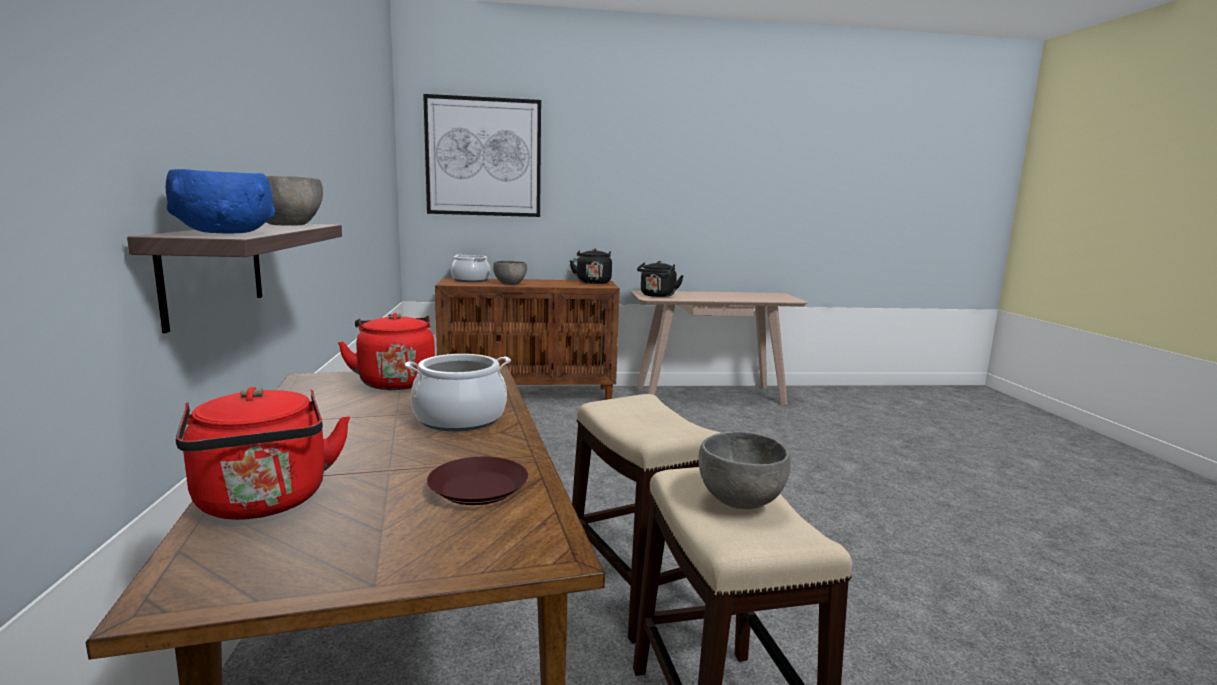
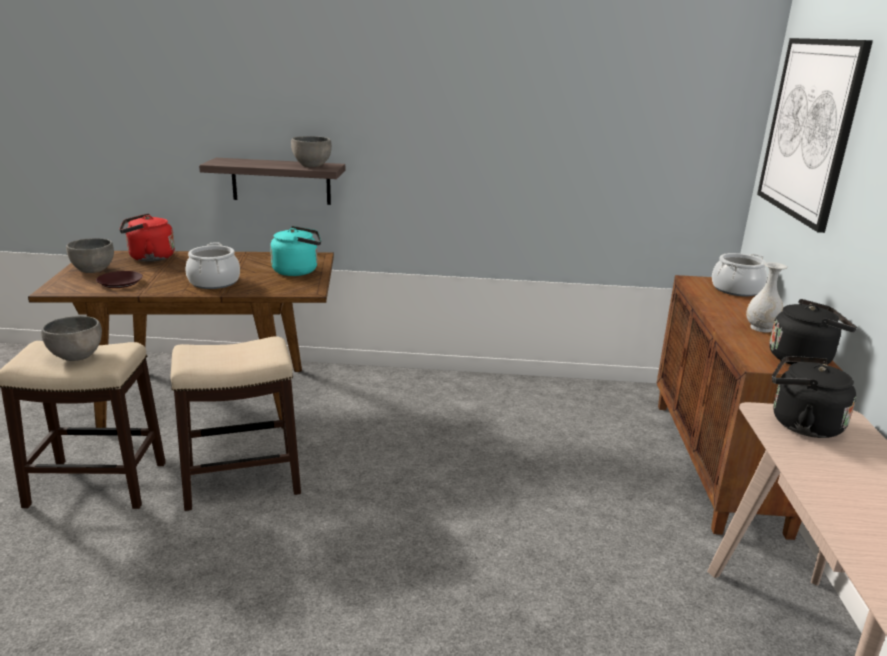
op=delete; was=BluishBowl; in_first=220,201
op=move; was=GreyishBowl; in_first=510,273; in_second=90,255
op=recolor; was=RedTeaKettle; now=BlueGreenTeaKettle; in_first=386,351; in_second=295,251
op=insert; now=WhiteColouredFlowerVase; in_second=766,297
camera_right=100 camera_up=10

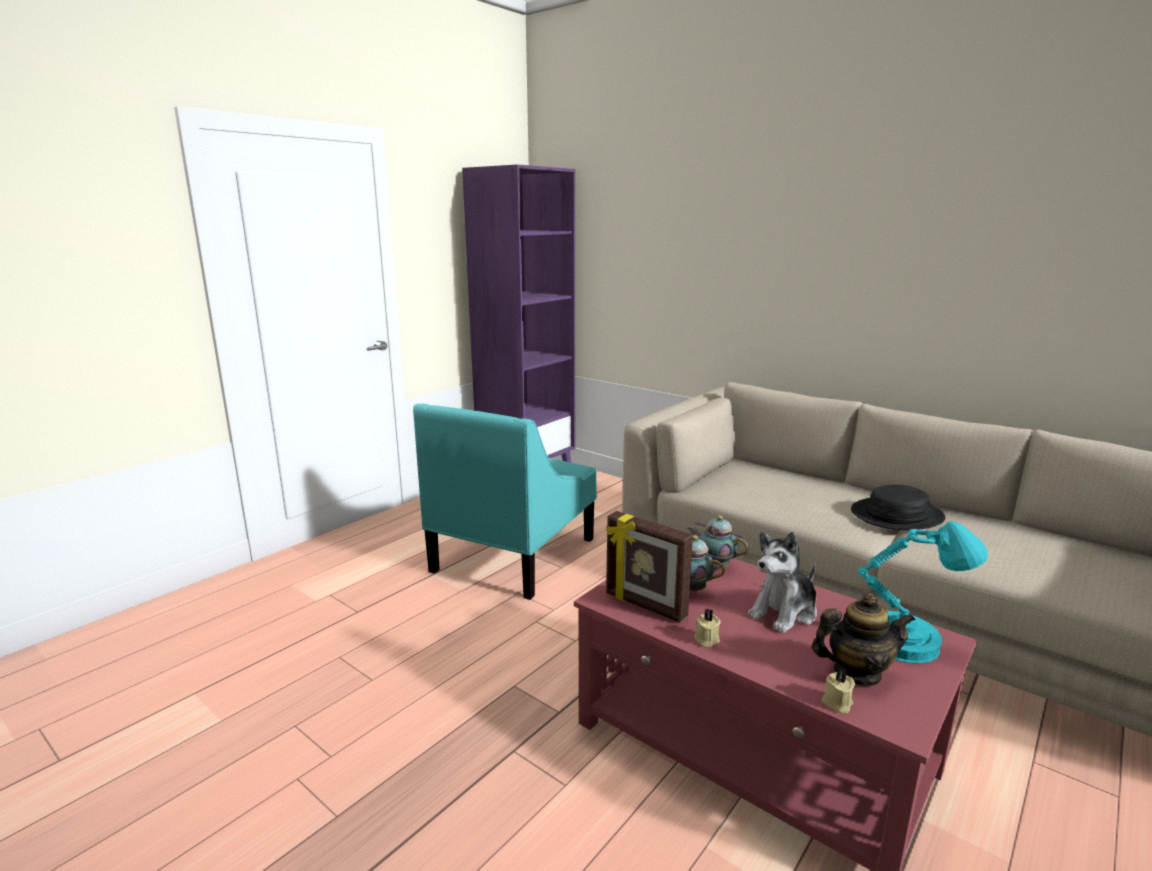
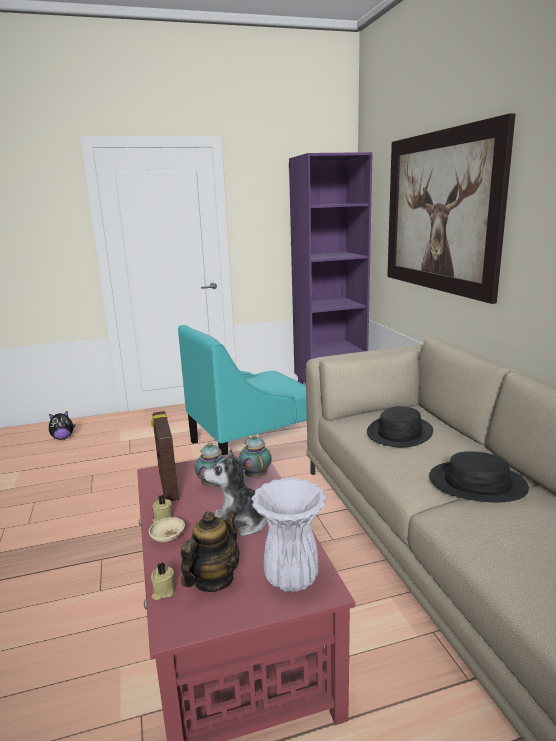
op=replace; was=BlueGreenTabletopLamp; now=WhiteColouredFlowerVase; in_first=923,592; in_second=289,535
op=rotate; was=Teapot; in_first=863,639; in_second=210,551; clockwise=-90
op=insert; now=Picture; in_second=451,208
op=insert; now=BlackWearableHat; in_second=400,426
op=insert; now=PlushToy; in_second=62,425
op=insert; now=BeigeColouredBowl; in_second=166,529
camera_right=35 camera_up=0

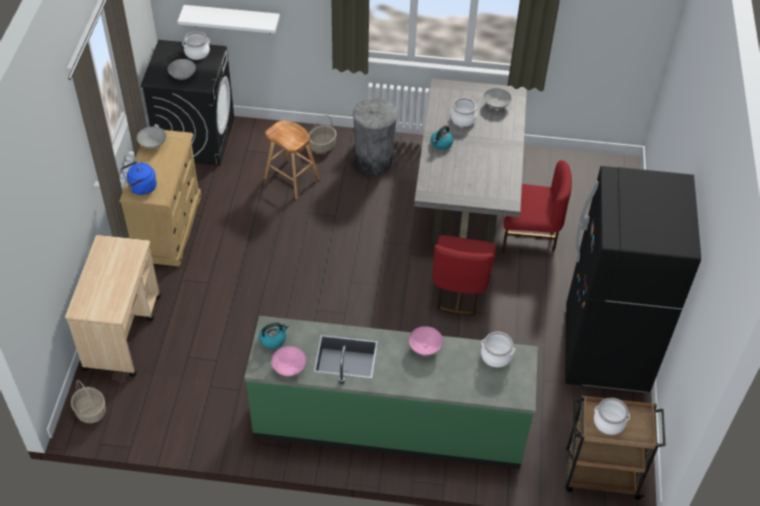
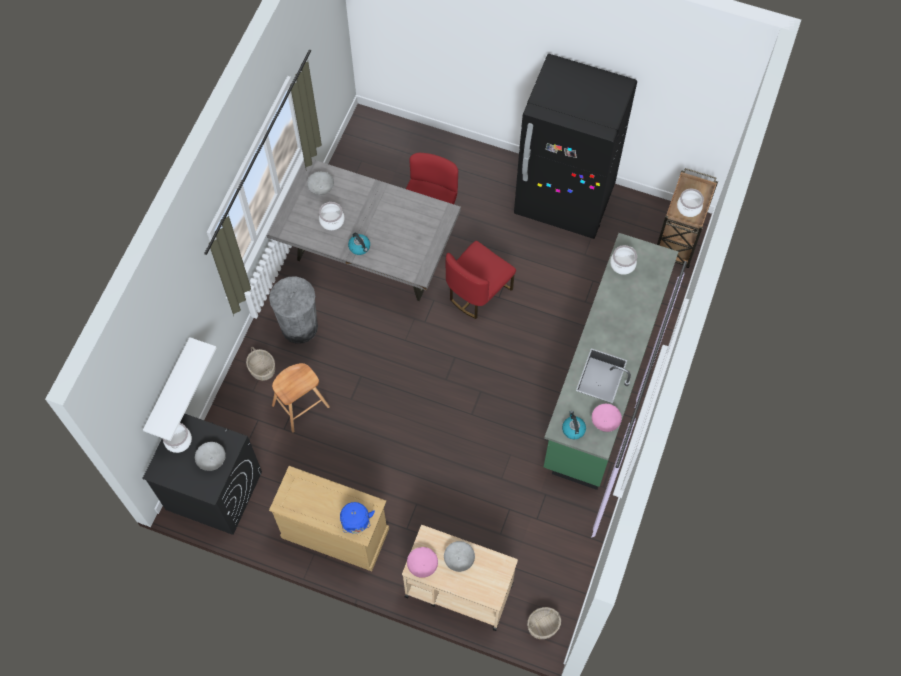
op=move; was=GreyishBowl; in_first=151,137; in_second=459,556
op=rotate; was=RedUprightChair; in_first=464,275; in_second=481,280; clockwise=105
op=move; was=PinkBowl; in_first=426,340; in_second=422,562
camera_right=-75 camera_up=15

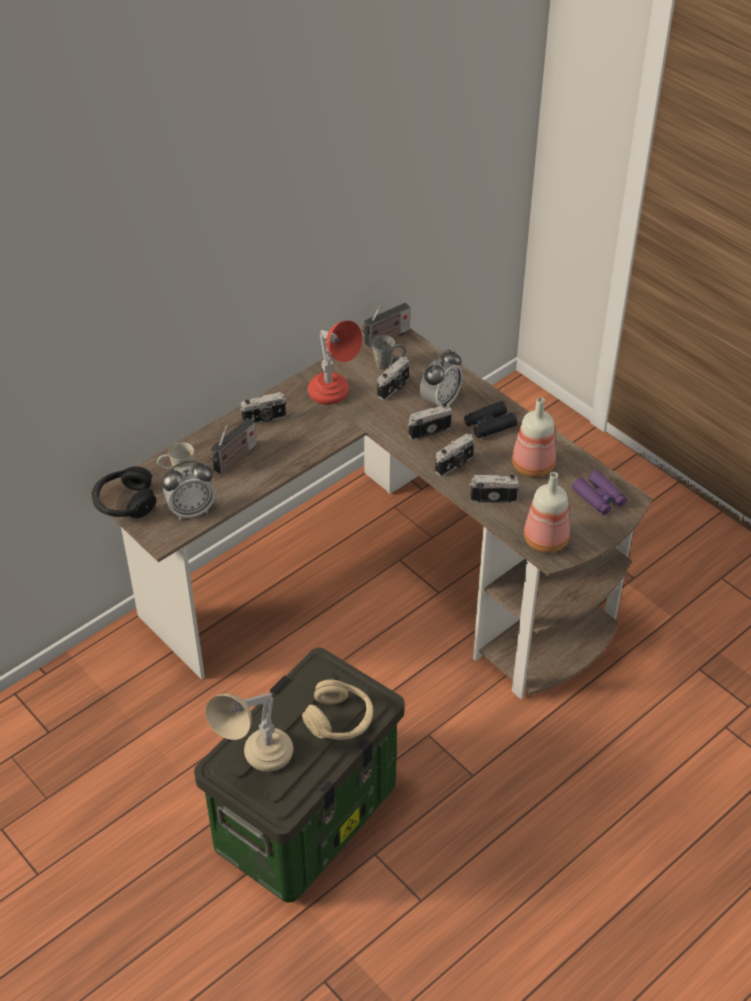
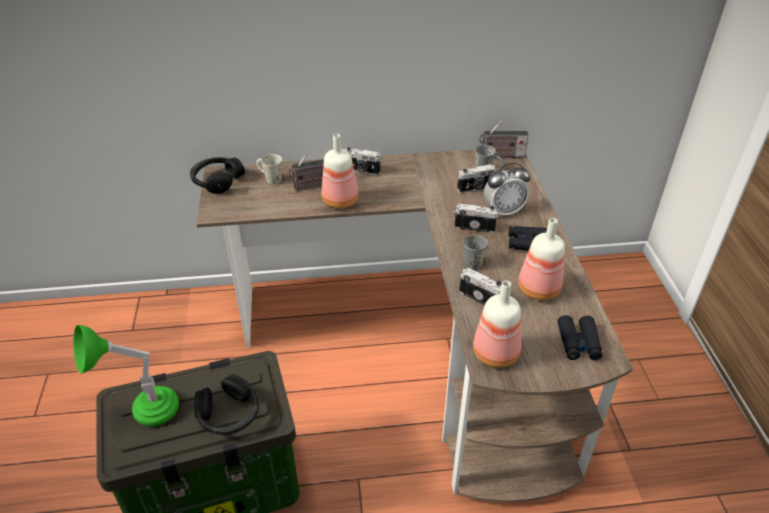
op=delete; was=RedTabletopLamp; in_first=335,362
op=replace; was=StillCamera; now=GreyishCoffeeMug; in_first=454,455; in_second=475,251
op=delete; was=AlarmClock; in_first=188,490
op=recolor; was=PurpleColouredPairOfBinoculars; now=BlackPairOfBinoculars; in_first=599,492; in_second=580,337
op=recolor; was=BeigeColouredPairOfHeadphones; now=BlackPairOfHeadphones; in_first=337,710; in_second=226,404
op=recolor; was=BeigeColouredTabletopLamp; now=GreenishTabletopLamp; in_first=249,732; in_second=126,376
op=insert; now=BeverageBottle; in_second=340,171
camera_right=35 camera_up=-5

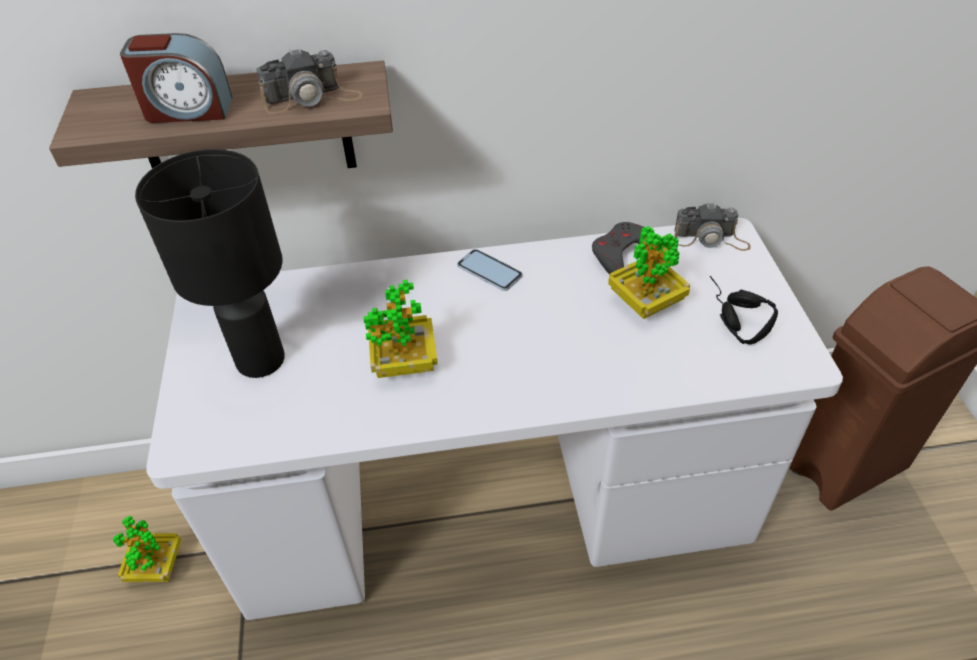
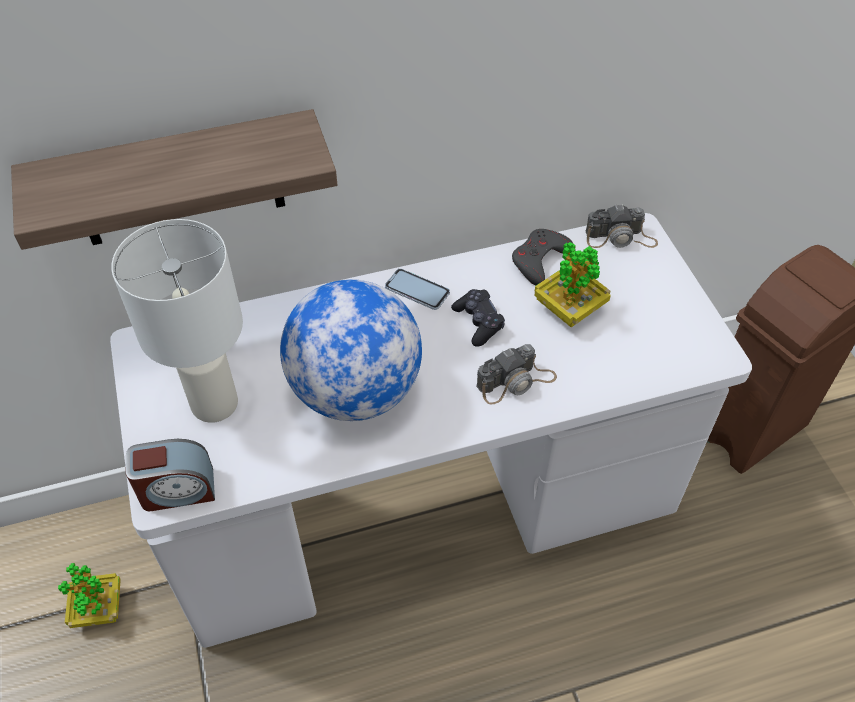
op=move; was=AlarmClock; in_first=176,78; in_second=170,475
op=move; was=StillCamera; in_first=310,80; in_second=516,374
op=recolor; was=BlackTabletopLamp; now=WhiteColouredTabletopLamp; in_first=210,263; in_second=177,321
op=delete; was=BlackPairOfHeadphones; in_first=744,310
op=replace; was=PlantInAPot; now=Globe; in_first=400,328; in_second=351,350
op=insert; now=BlackGameController; in_second=478,318
camera_right=-10 camera_up=5

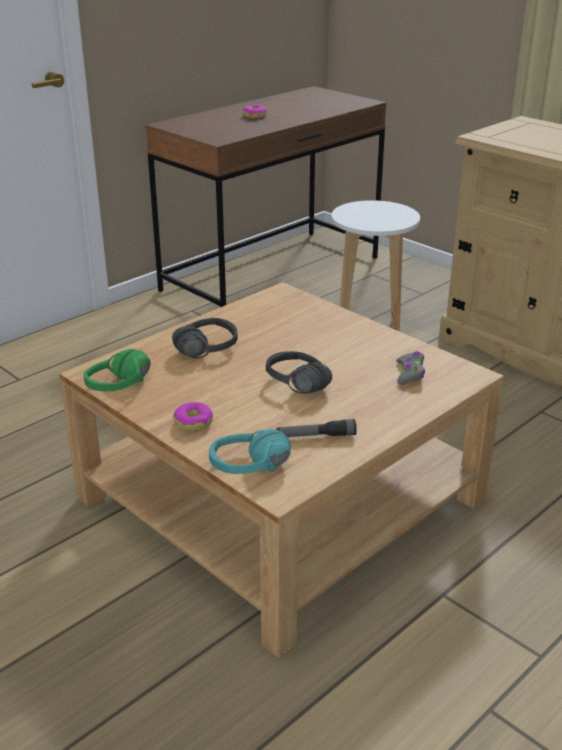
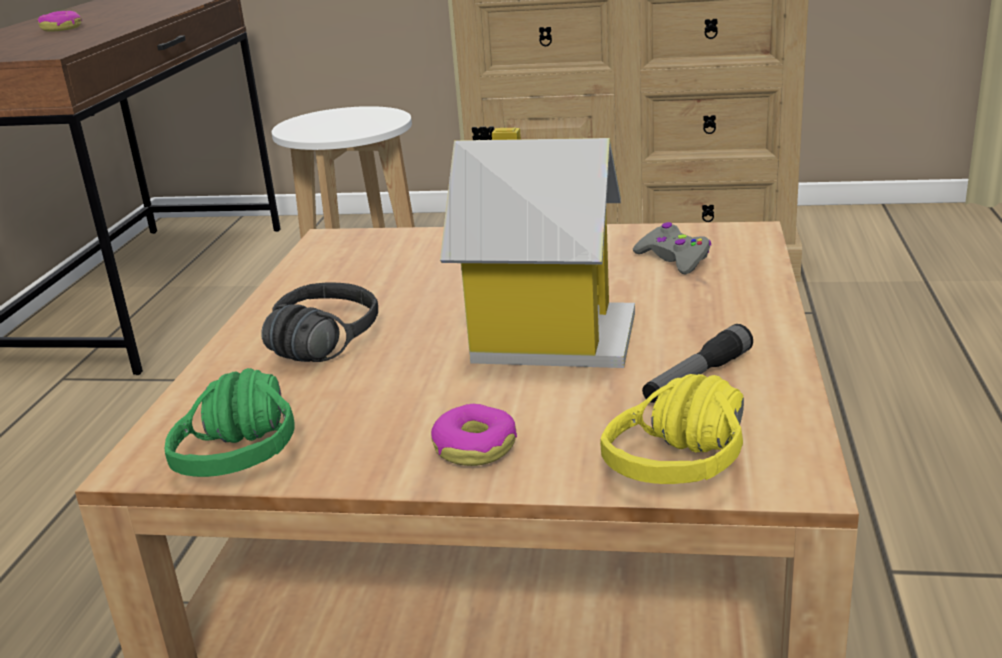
op=replace; was=BlackPairOfHeadphones; now=ToyHouse; in_first=299,372; in_second=537,248
op=recolor; was=BlueGreenPairOfHeadphones; now=YellowColouredPairOfHeadphones; in_first=250,451; in_second=672,429
camera_right=-35 camera_up=-5

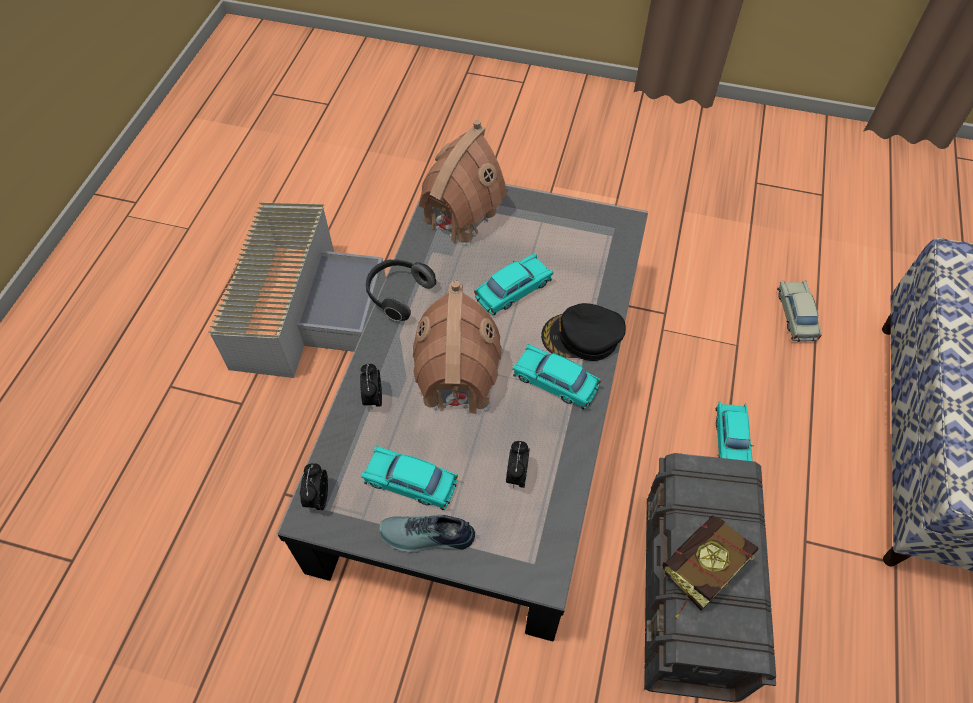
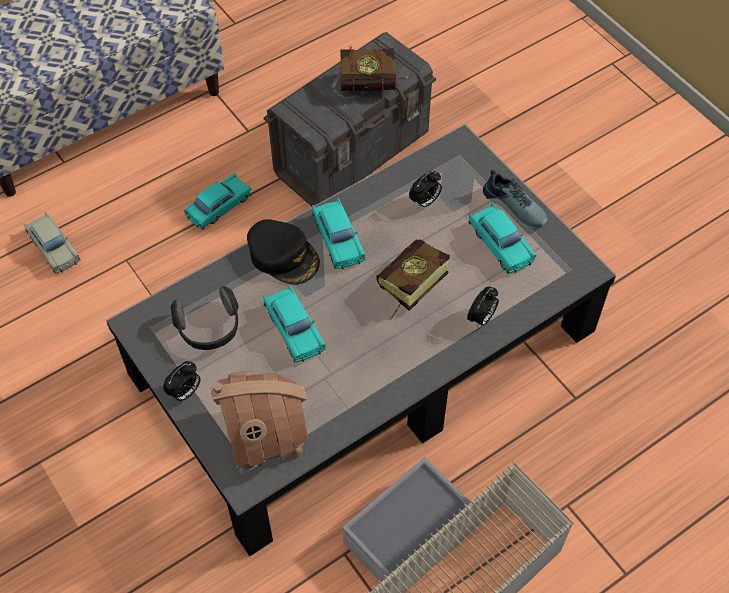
op=rotate; was=BlueGreenModelCar; in_first=513,284; in_second=294,323; clockwise=-120
op=move; was=PairOfHeadphones; in_first=401,290; in_second=204,318
op=replace; was=ToyHouse; now=Volume; in_first=457,347; in_second=413,279
op=rotate; was=BeigeColouredModelCar; in_first=799,311; in_second=52,243; clockwise=-75
op=move; was=AlarmClock; in_first=314,486; in_second=181,381
camera_right=-140 camera_up=0

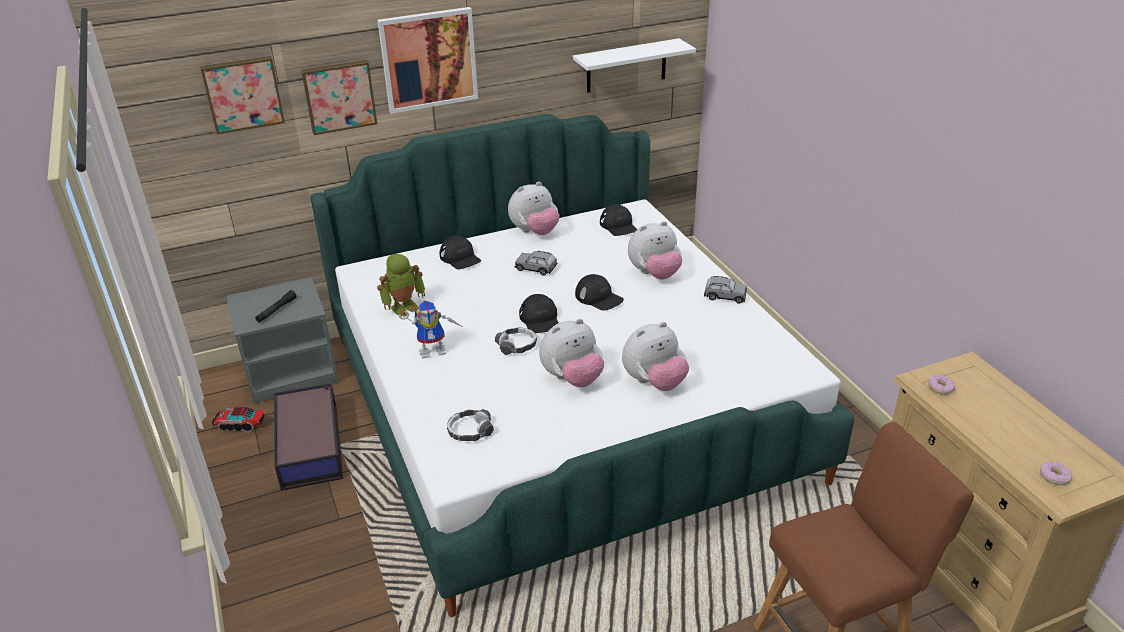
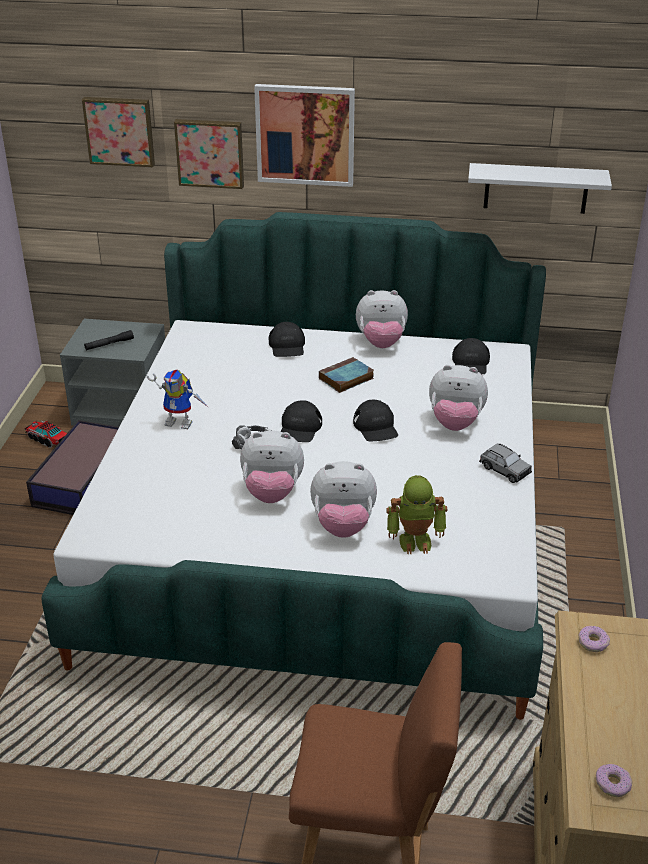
op=replace; was=GreyishModelCar; now=Volume; in_first=536,263; in_second=346,375
op=move; was=RobotFigure; in_first=401,285; in_second=416,514
op=delete; was=PairOfHeadphones; in_first=470,425
camera_right=30 camera_up=0

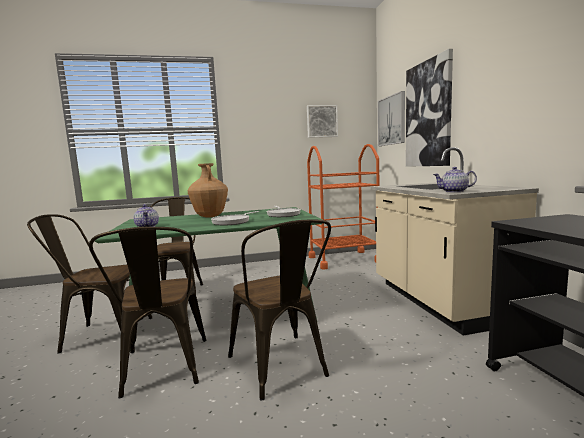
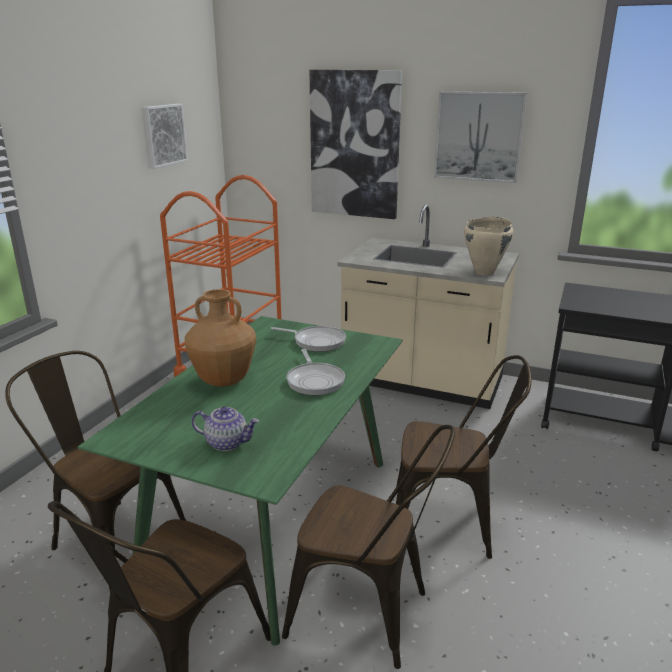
op=move; was=Picture; in_first=391,118; in_second=480,137
op=replace; was=Teapot; now=BeigeColouredStockpot; in_first=455,179; in_second=488,246
camera_right=-55 camera_up=15

